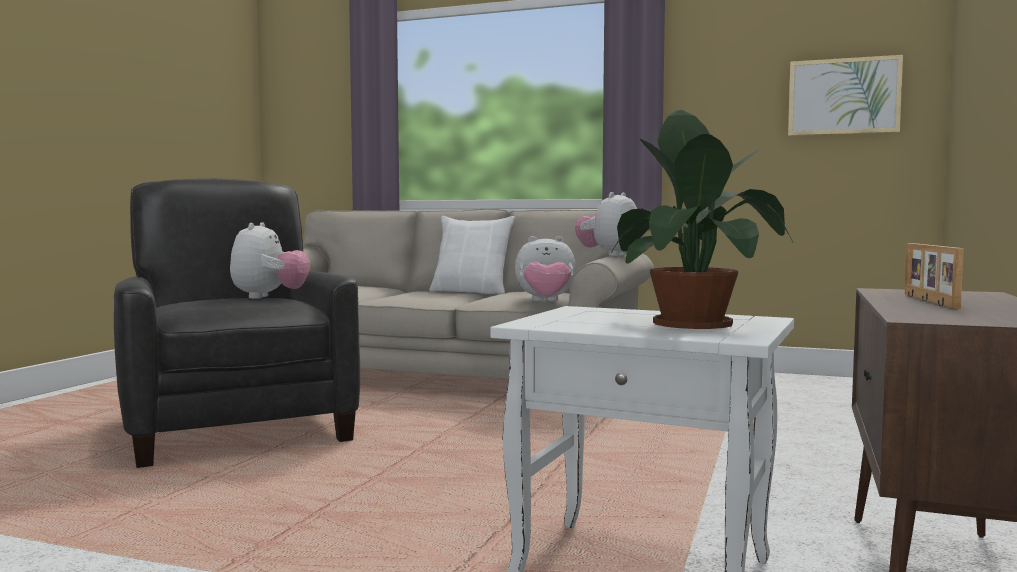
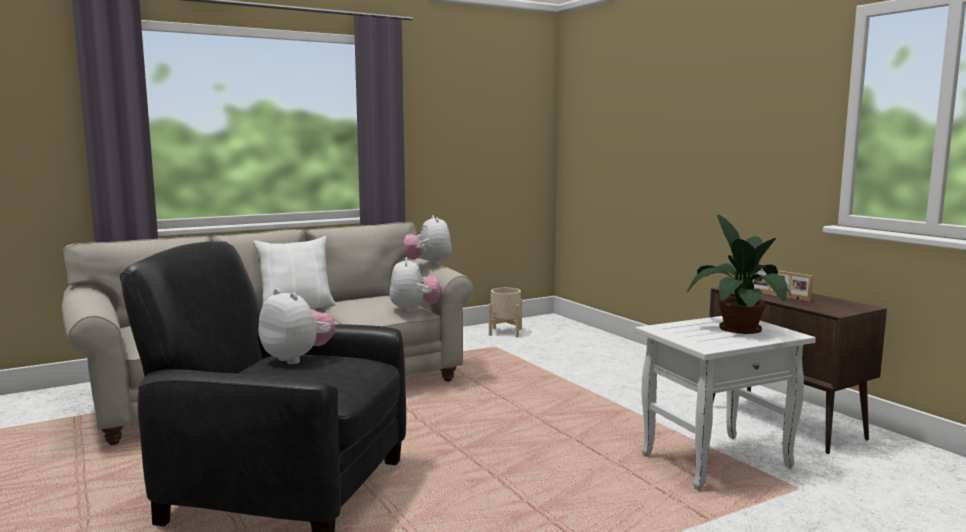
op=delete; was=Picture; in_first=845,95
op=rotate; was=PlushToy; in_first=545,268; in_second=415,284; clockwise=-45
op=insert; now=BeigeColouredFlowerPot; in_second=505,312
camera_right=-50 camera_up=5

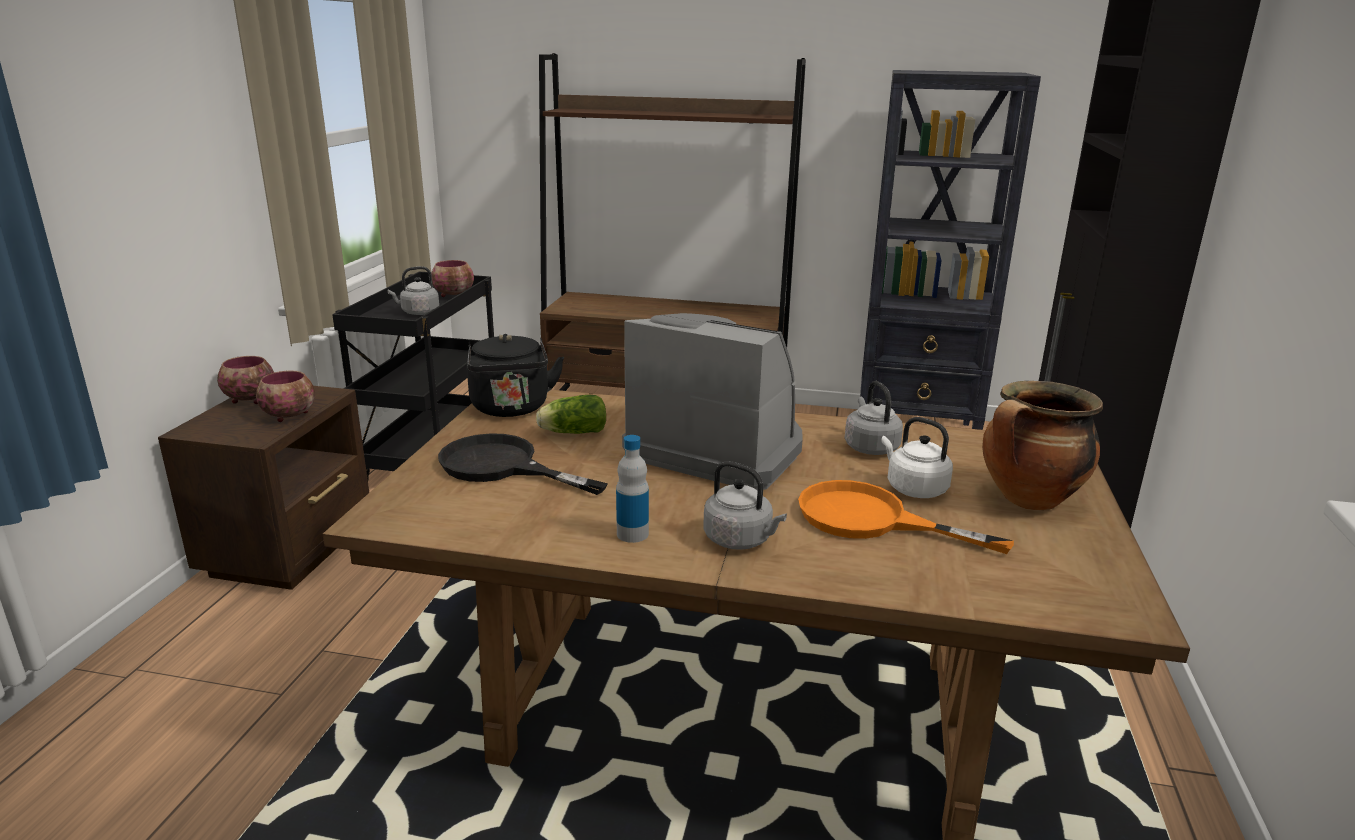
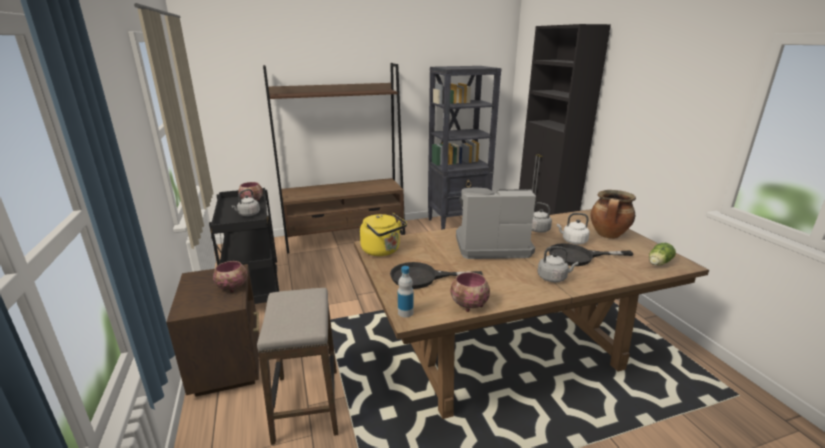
op=recolor; was=BlackTeaKettle; now=YellowColouredTeaKettle; in_first=515,375; in_second=383,234
op=move; was=Bowl; in_first=245,380; in_second=470,292
op=move; was=HeadOfLettuce; in_first=571,414; in_second=662,254
op=move; was=BeverageBottle; in_first=632,489; in_second=405,292
op=recolor; was=OrangeyPan; now=BlackPan; in_first=906,517; in_second=591,254
op=insert; now=StoolSeat; in_second=297,366
camera_right=-30 camera_up=0

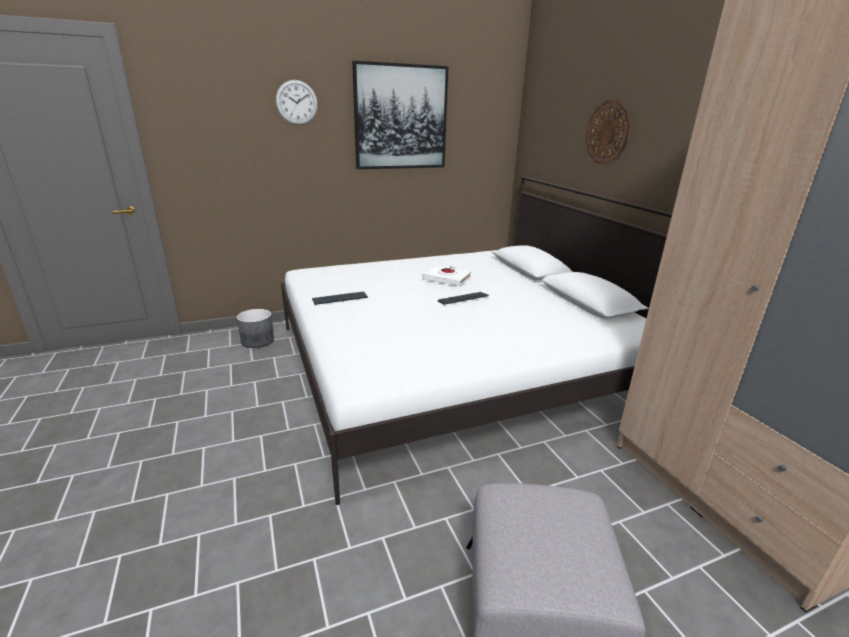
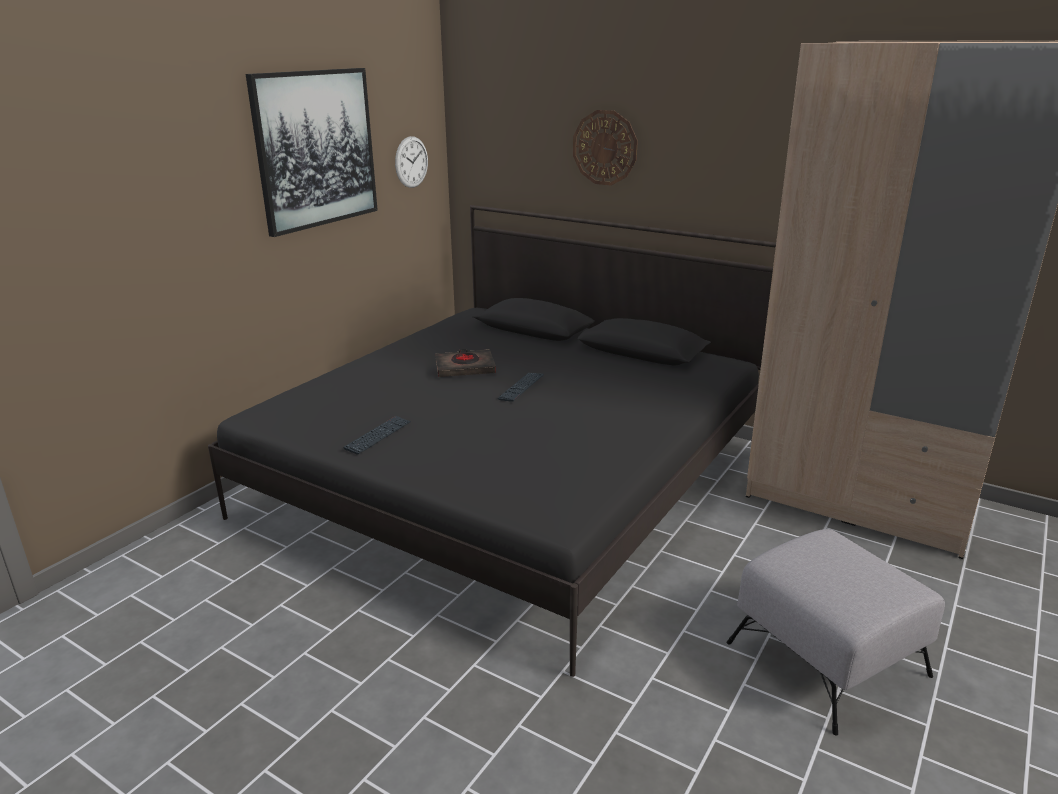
op=move; was=WallClock; in_first=297,102; in_second=411,162
op=recolor; was=WhiteColouredSleepingBed; now=BlackSleepingBed; in_first=476,340; in_second=492,441
op=recolor; was=WhiteColouredVolume; now=BlackVolume; in_first=447,275; in_second=465,363
op=delete; was=GreyishFlowerPot; in_first=255,328
camera_right=-35 camera_up=0

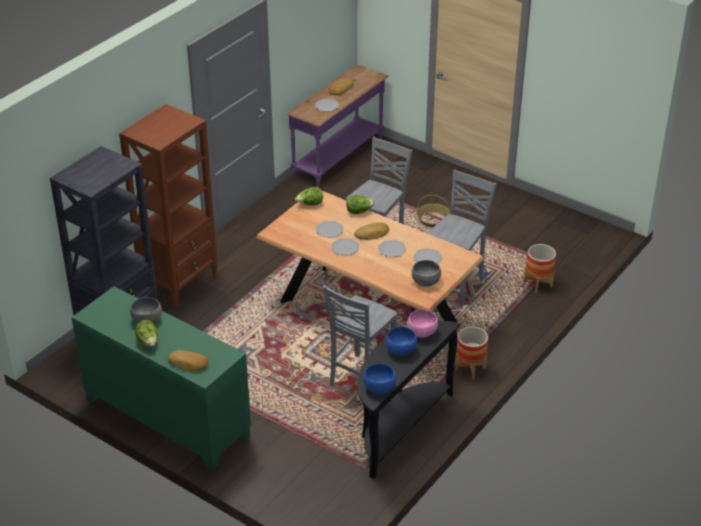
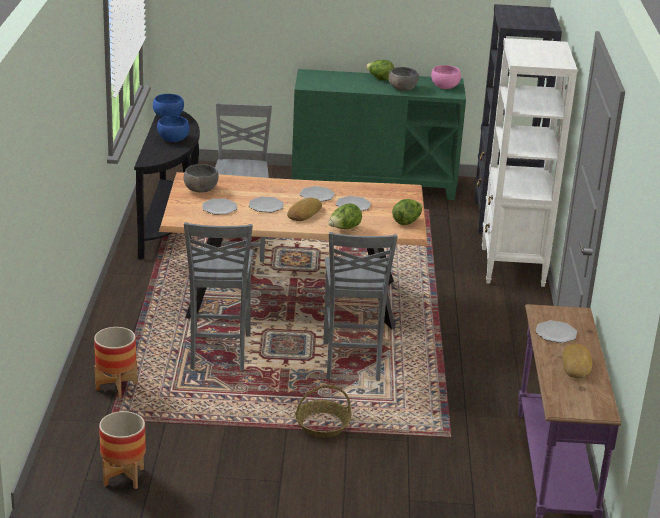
op=recolor; was=BrownishShelvingUnit; now=WhiteColouredShelvingUnit; in_first=168,206; in_second=529,162
op=move; was=PinkBowl; in_first=422,323; in_second=446,77
op=move; was=FlowerPot; in_first=471,353; in_second=122,450
op=delete; was=Bread; in_first=189,360
camera_right=145 camera_up=-10

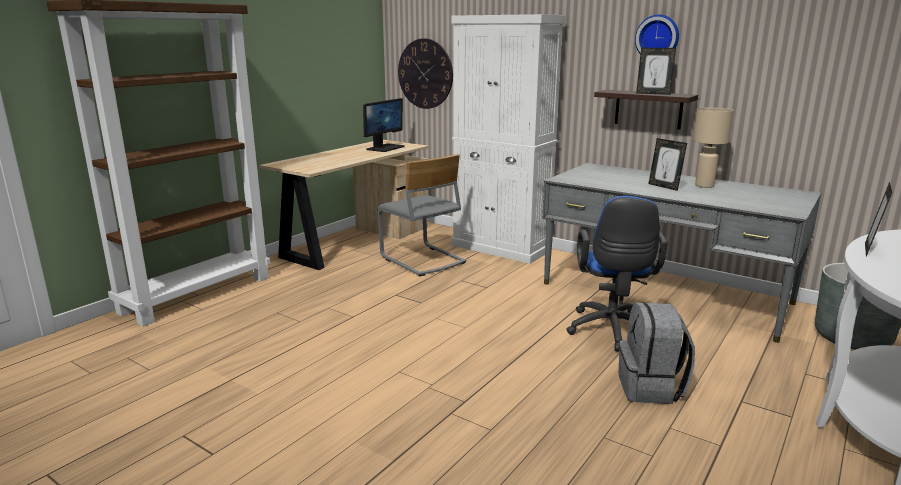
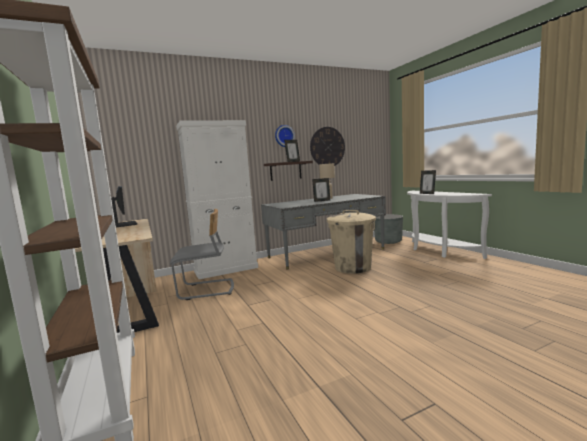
op=move; was=WallClock; in_first=425,73; in_second=327,146
op=replace; was=BluishComputerChair; now=BeigeColouredRubbishBin; in_first=617,274; in_second=351,241
op=delete; was=GreyishKnapsack; in_first=657,353
camera_right=-60 camera_up=-10

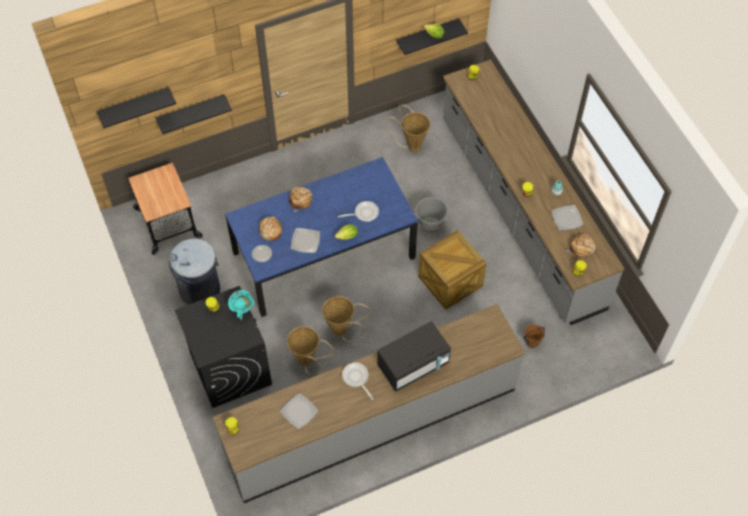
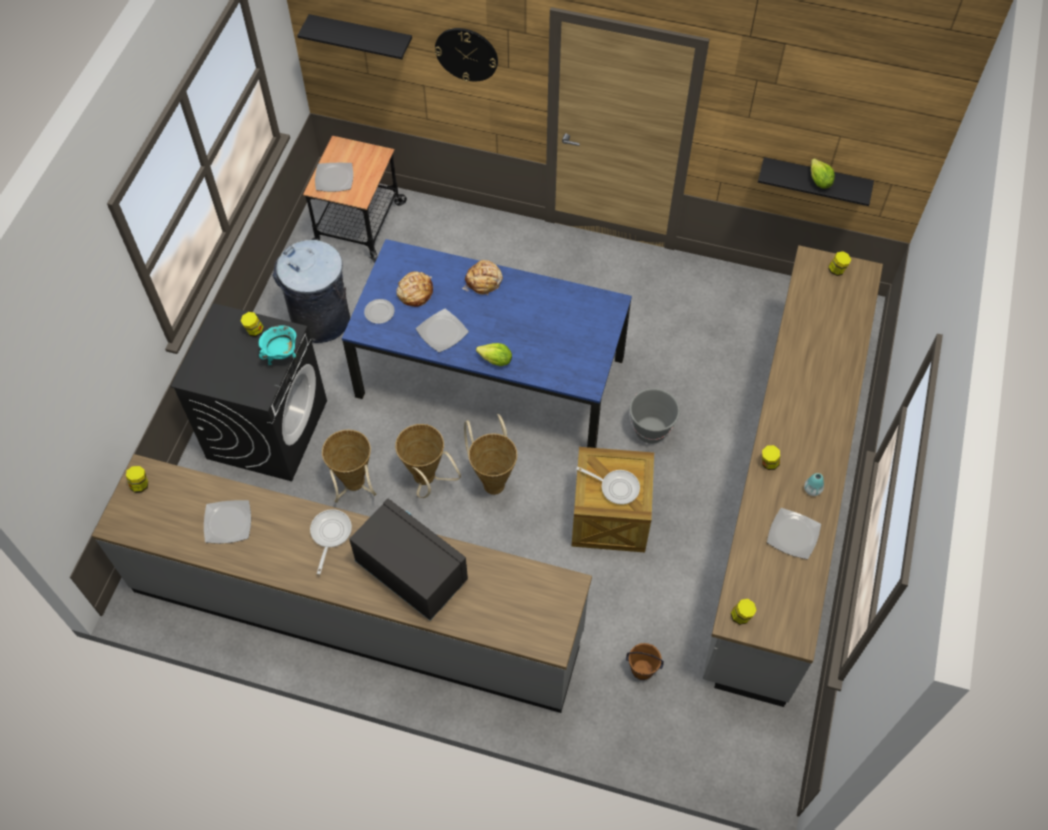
op=delete; was=BlackWallShelf; in_first=193,114
op=move; was=HouseholdBasket; in_first=408,128; in_second=490,454
op=move; was=Pan; in_first=358,211; in_second=608,486
op=delete; was=Bread; in_first=581,246
op=rotate; was=BlackMicrowave; in_first=414,356; in_second=408,559; clockwise=-150
op=insert; now=WallClock; in_second=466,55
op=insert; now=DinnerPlate; in_second=334,177
camera_right=40 camera_up=0

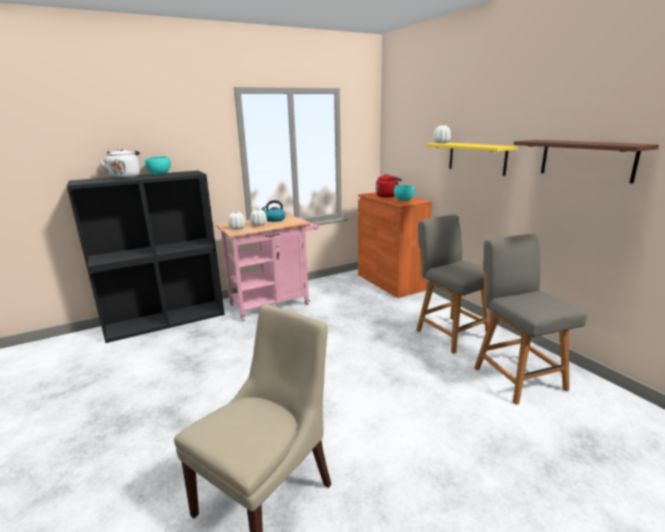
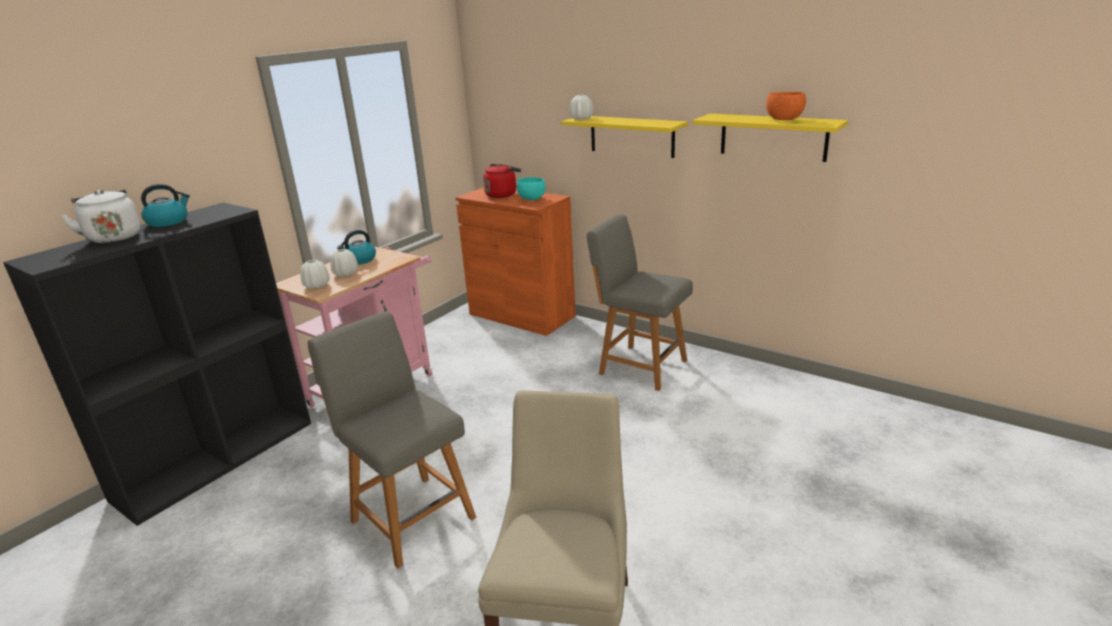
op=recolor; was=BrownishWallShelf; now=YellowColouredWallShelf; in_first=586,161; in_second=770,138
op=replace; was=BlueGreenBowl; now=TeaKettle; in_first=158,165; in_second=165,205
op=move; was=GreyishUprightChair; in_first=530,319; in_second=391,439
op=insert; now=OrangeyBowl; in_second=786,106
camera_right=-25 camera_up=5

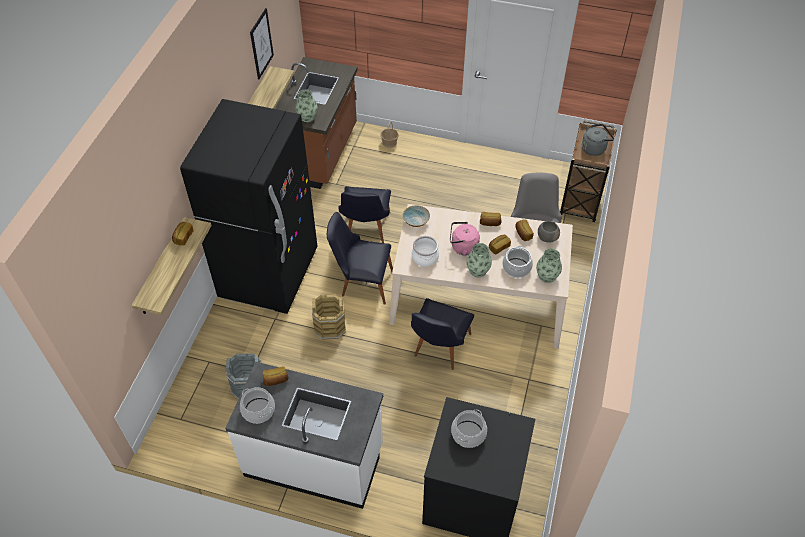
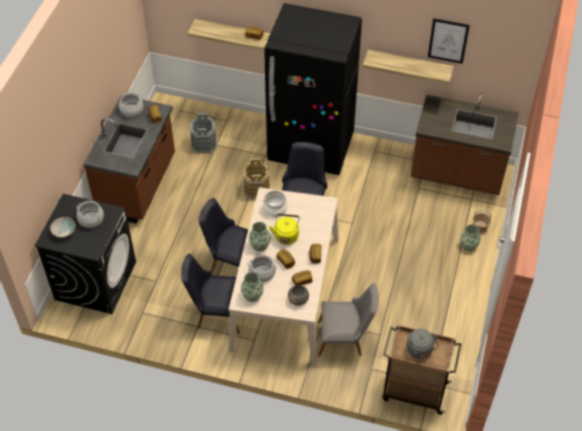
op=move; was=FlowerVase; in_first=306,105; in_second=470,237
op=move; was=BlackUprightChair; in_first=364,214; in_second=210,294
op=move; was=Bowl; in_first=416,216; in_second=63,227
op=recolor; was=PinkTeaKettle; now=YellowColouredTeaKettle; in_first=465,239; in_second=284,229
op=recolor; was=WhiteColouredCounter; now=BrownishCounter; in_first=304,435; in_second=129,159
camera_right=90 camera_up=0

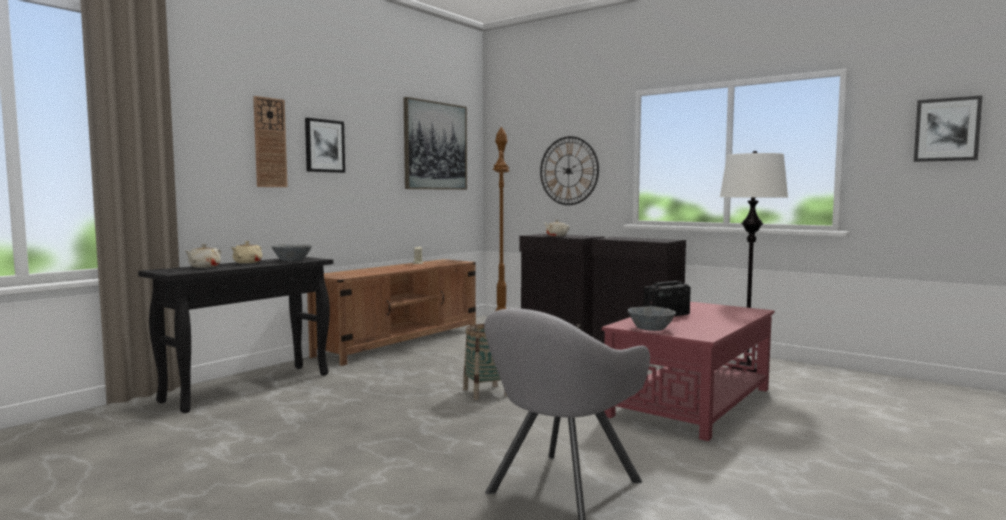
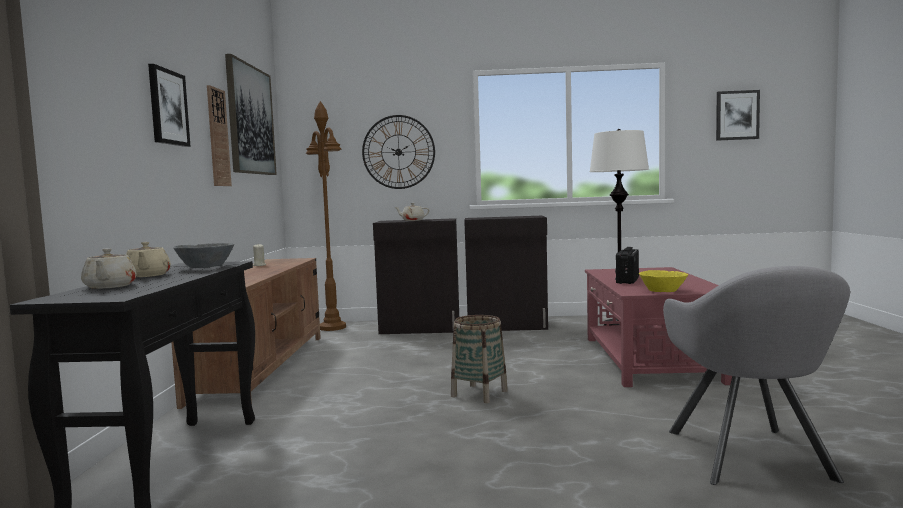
op=move; was=WallClock; in_first=270,141; in_second=219,135
op=recolor; was=GreyishBowl; now=YellowColouredBowl; in_first=652,318; in_second=663,281
camera_right=-35 camera_up=0

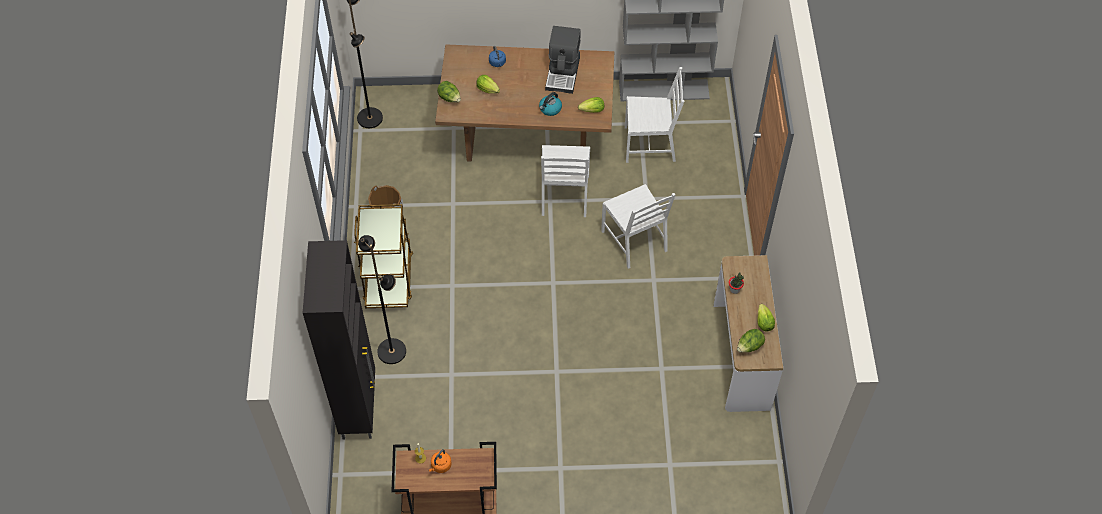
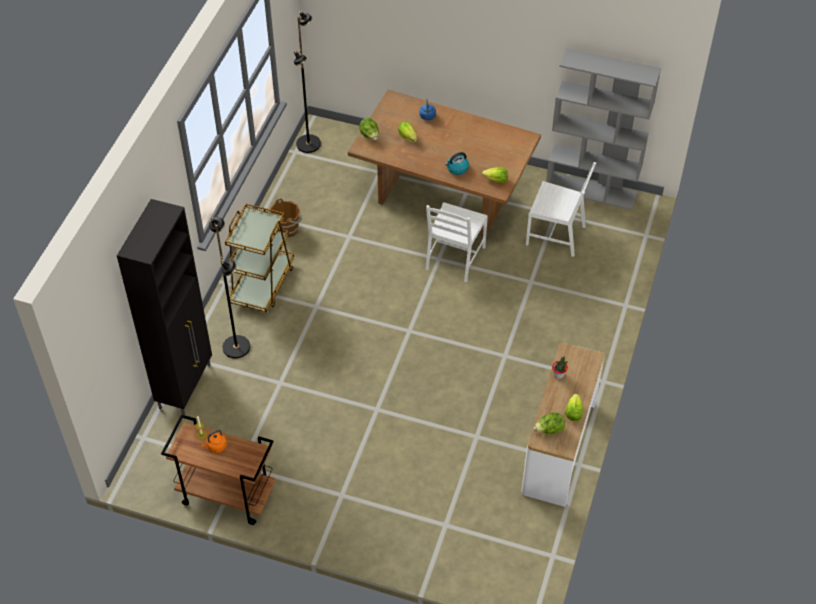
op=delete; was=CoffeeMaker; in_first=563,60
op=delete; was=WhiteColouredUprightChair; in_first=638,226
camera_right=20 camera_up=-5

